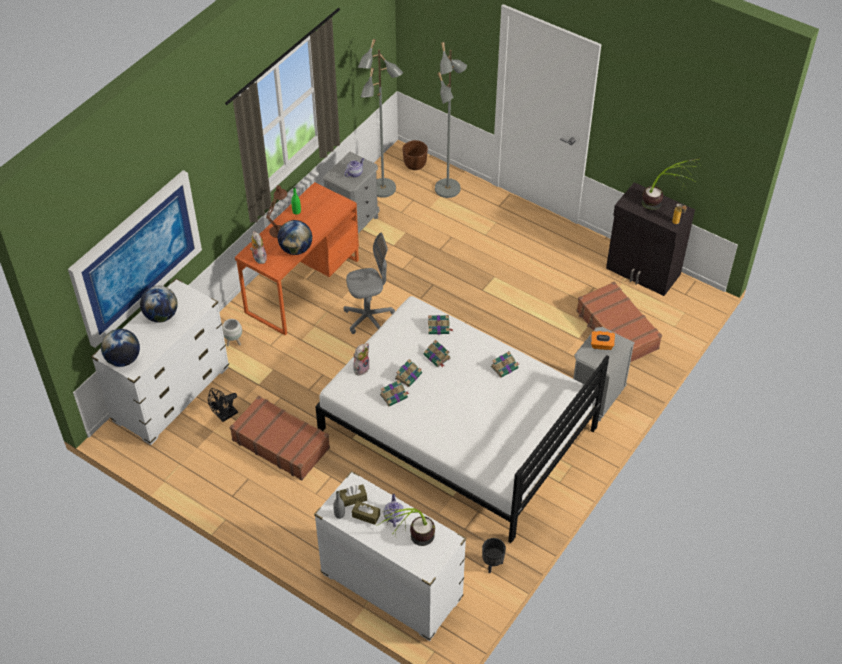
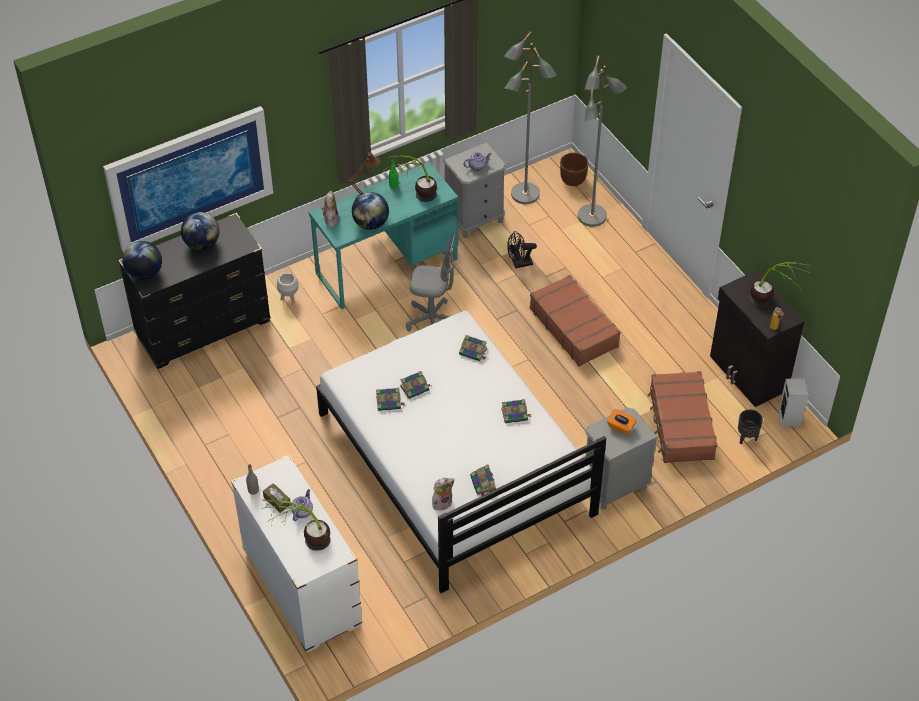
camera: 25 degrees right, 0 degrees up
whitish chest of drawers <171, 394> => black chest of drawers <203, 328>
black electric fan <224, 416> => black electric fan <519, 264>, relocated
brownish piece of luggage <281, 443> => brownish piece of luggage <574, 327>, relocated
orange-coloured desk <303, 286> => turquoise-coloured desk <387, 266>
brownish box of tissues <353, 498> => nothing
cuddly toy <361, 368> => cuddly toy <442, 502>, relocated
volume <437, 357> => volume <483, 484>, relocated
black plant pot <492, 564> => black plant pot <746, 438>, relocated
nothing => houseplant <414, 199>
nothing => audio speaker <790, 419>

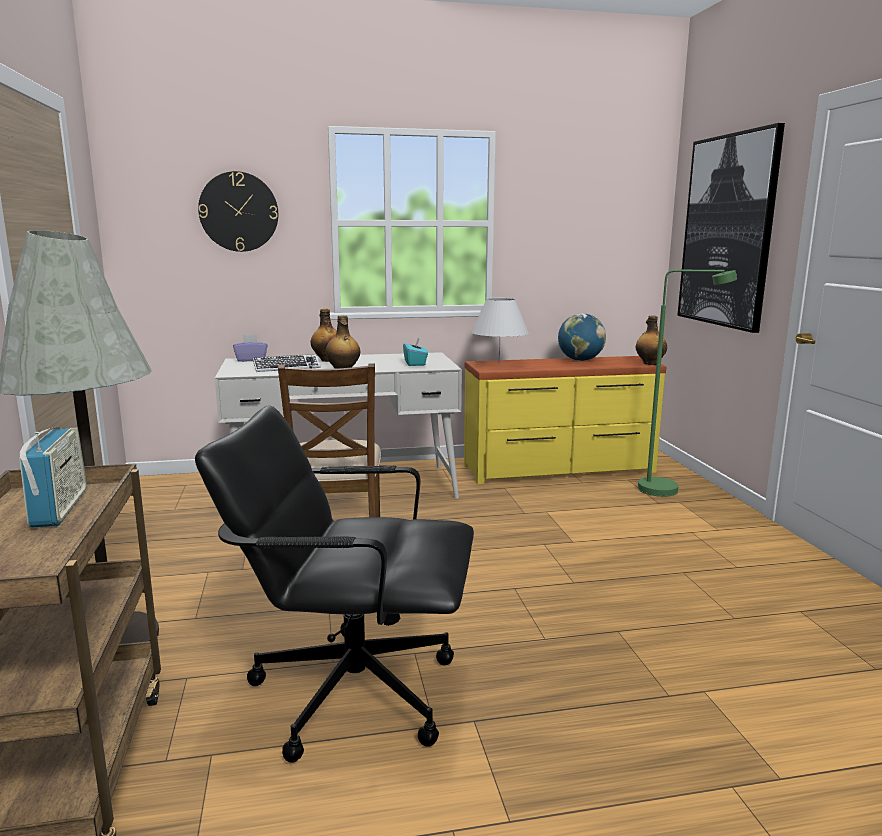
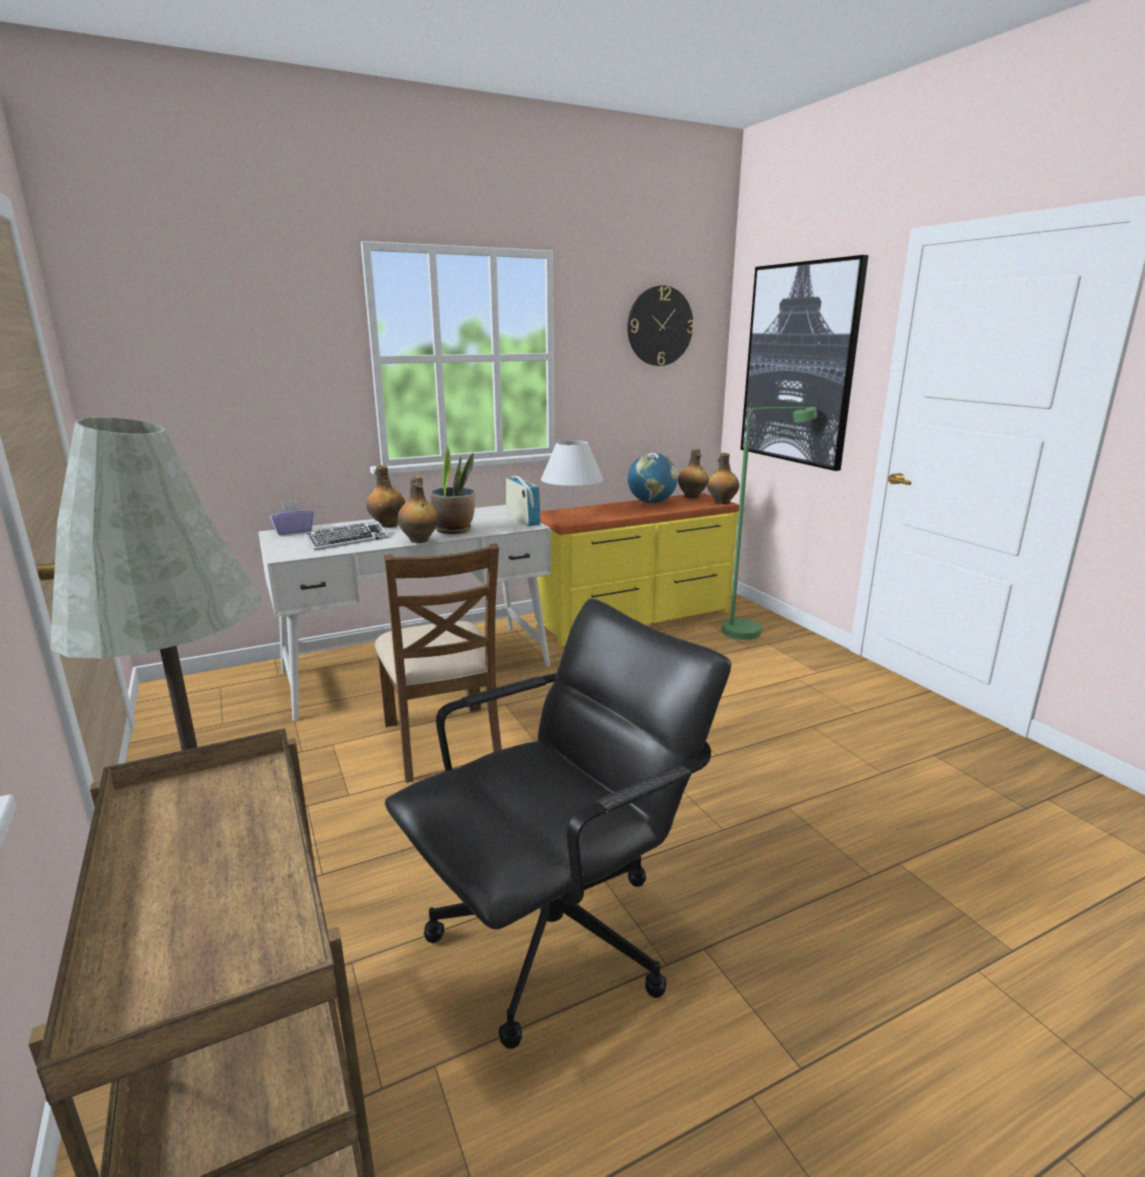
camera: 15 degrees left, 5 degrees up
radio receiver <60, 508> => radio receiver <522, 519>, relocated
black computer chair <352, 690> => black computer chair <557, 937>, 150 degrees clockwise
wall clock <239, 212> => wall clock <660, 326>, relocated
turquoise-coloured box of tissues <415, 363> => nothing
nothing => houseplant <454, 530>
nothing => beverage bottle <692, 496>

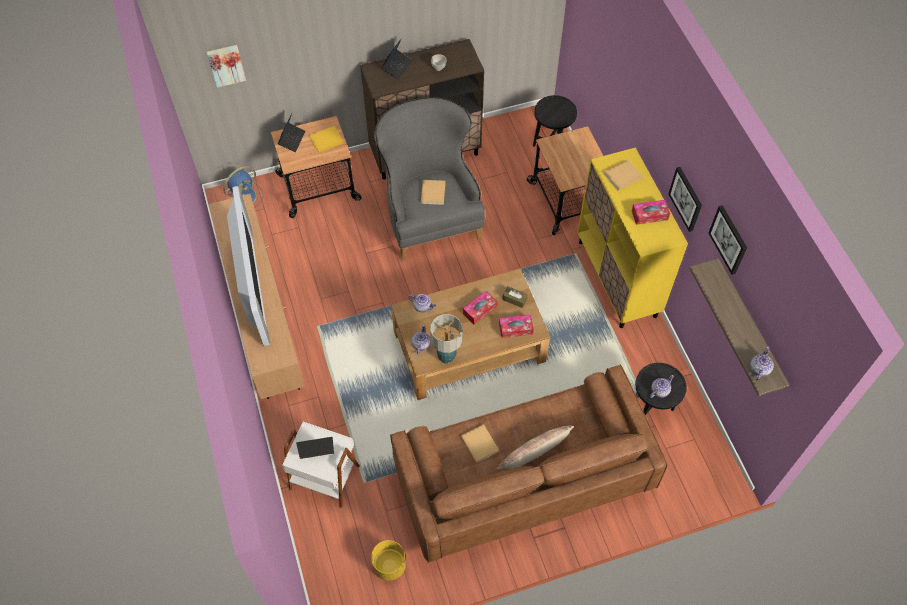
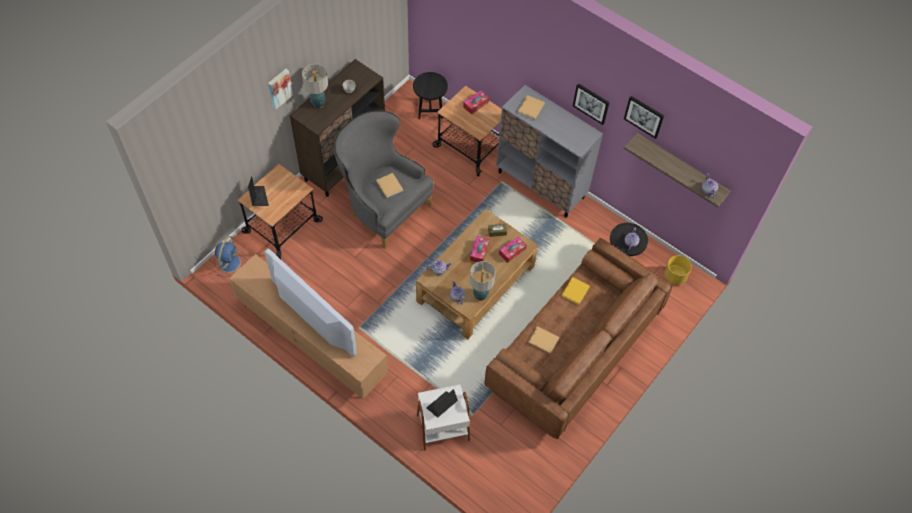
camera: 35 degrees left, 0 degrees up
wall art <226, 64> => wall art <279, 88>, relocated
yellowish volume <325, 140> => yellowish volume <575, 292>, relocated
yellowish plant pot <389, 566> => yellowish plant pot <675, 276>, relocated
portable computer <397, 66> => lamp for a table <318, 103>
pillow <534, 453> => nothing
yellowish cabinet <617, 279> => greyish cabinet <541, 185>
box of tissues <649, 215> => box of tissues <475, 104>, relocated

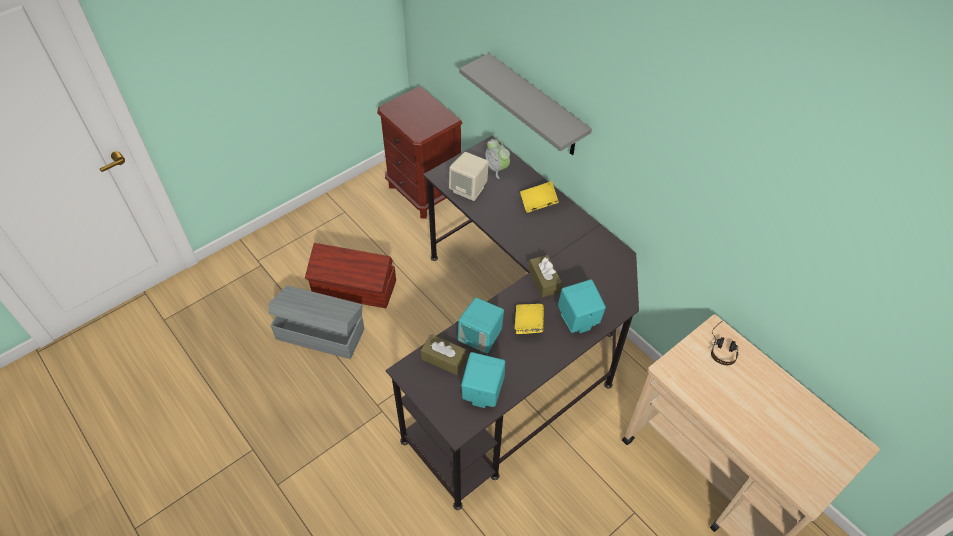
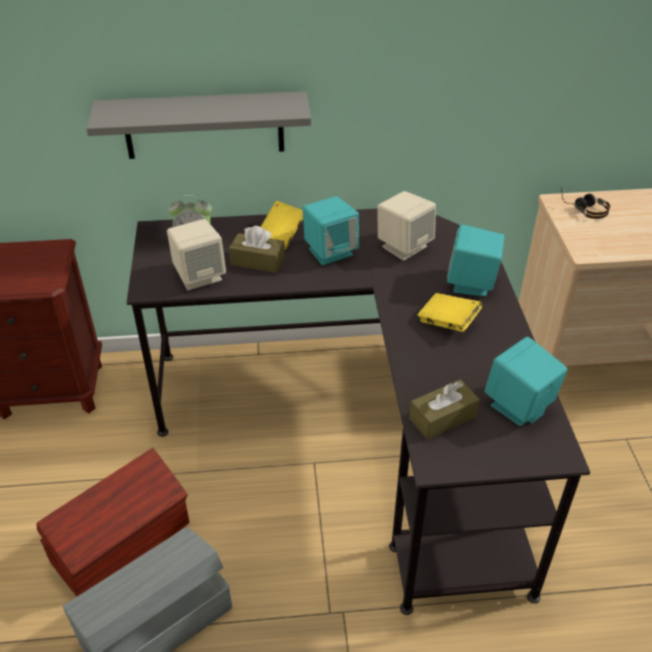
camera: 55 degrees left, 10 degrees down
turquoise-coloured audio speaker <481, 338> => turquoise-coloured audio speaker <330, 251>, relocated
brownish box of tissues <544, 280> => brownish box of tissues <257, 261>, relocated
nothing => beige-coloured audio speaker <404, 246>

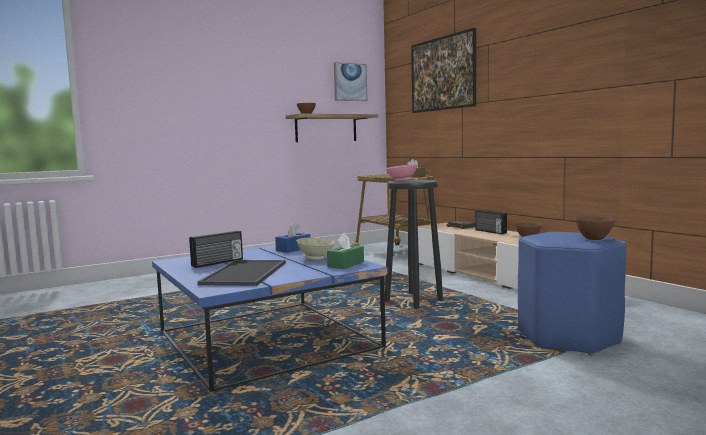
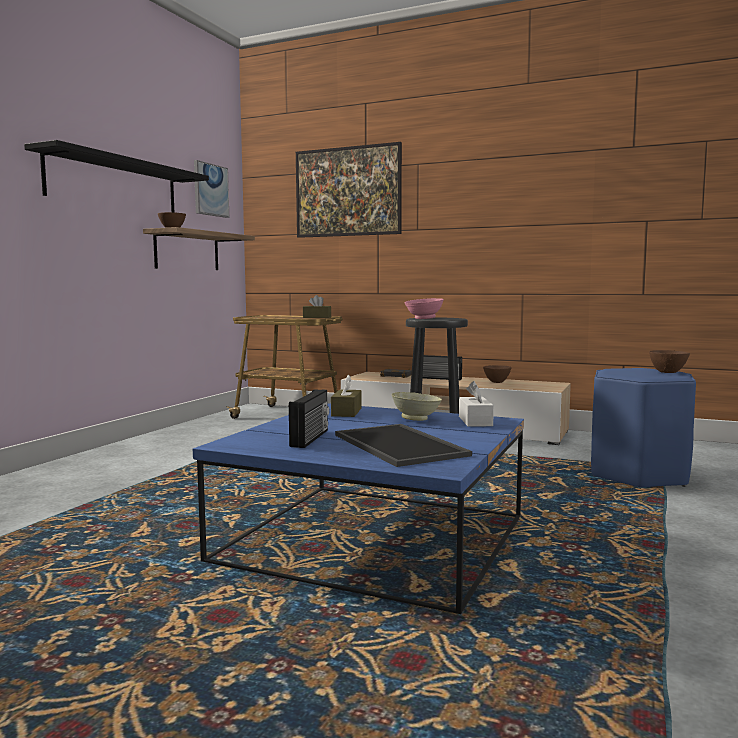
camera: 35 degrees left, 0 degrees up
blue box of tissues <293, 249> => brownish box of tissues <346, 412>
green-coloured box of tissues <346, 264> => whitish box of tissues <475, 421>
nothing => black shelf <114, 184>

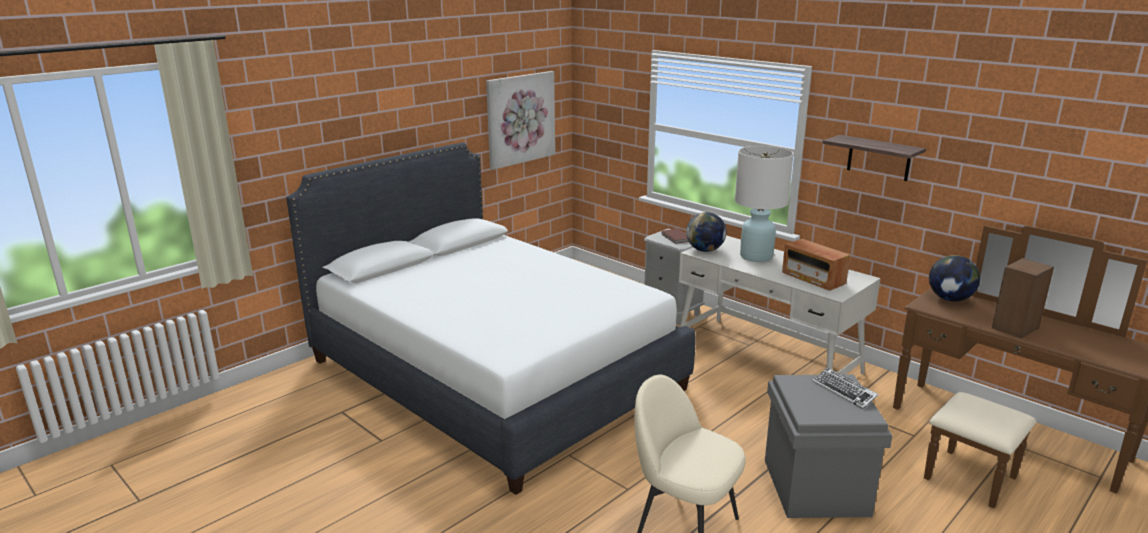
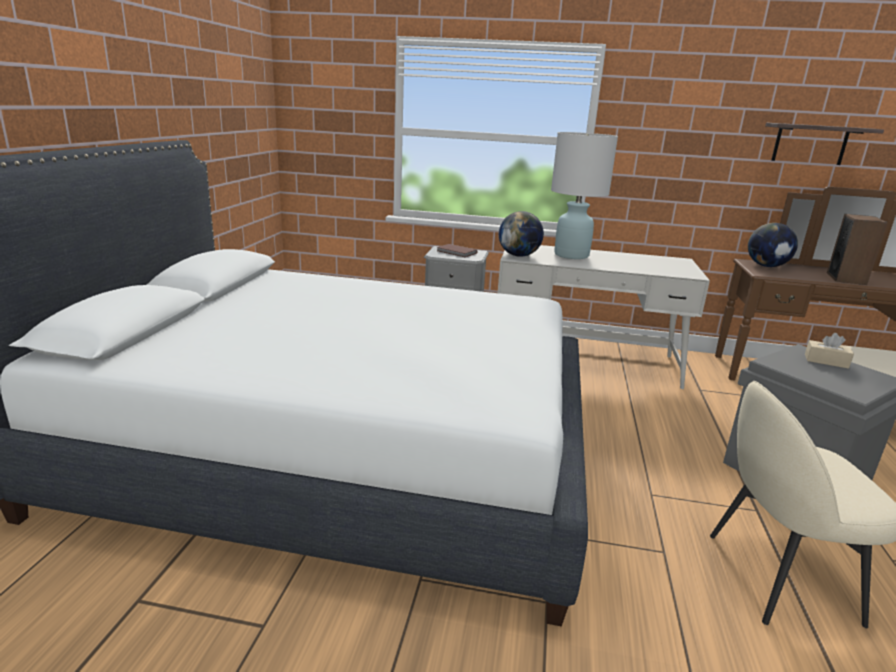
camera: 35 degrees left, 0 degrees up
wall art <520, 119> => nothing
radio receiver <813, 279> => nothing
computer keyboard <844, 391> => beige-coloured box of tissues <826, 361>
shelf <878, 158> => shelf <810, 144>, relocated

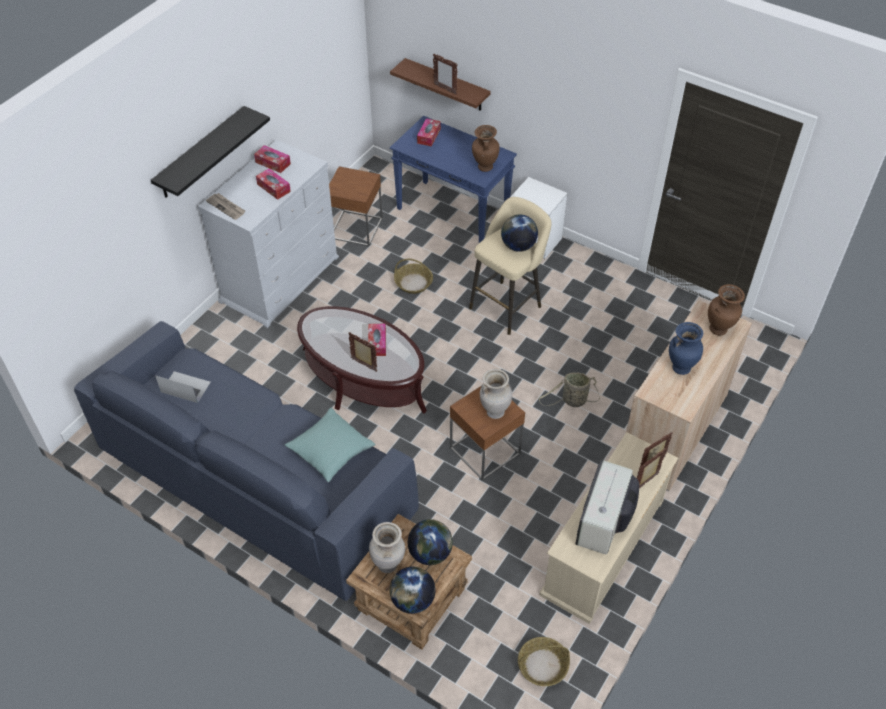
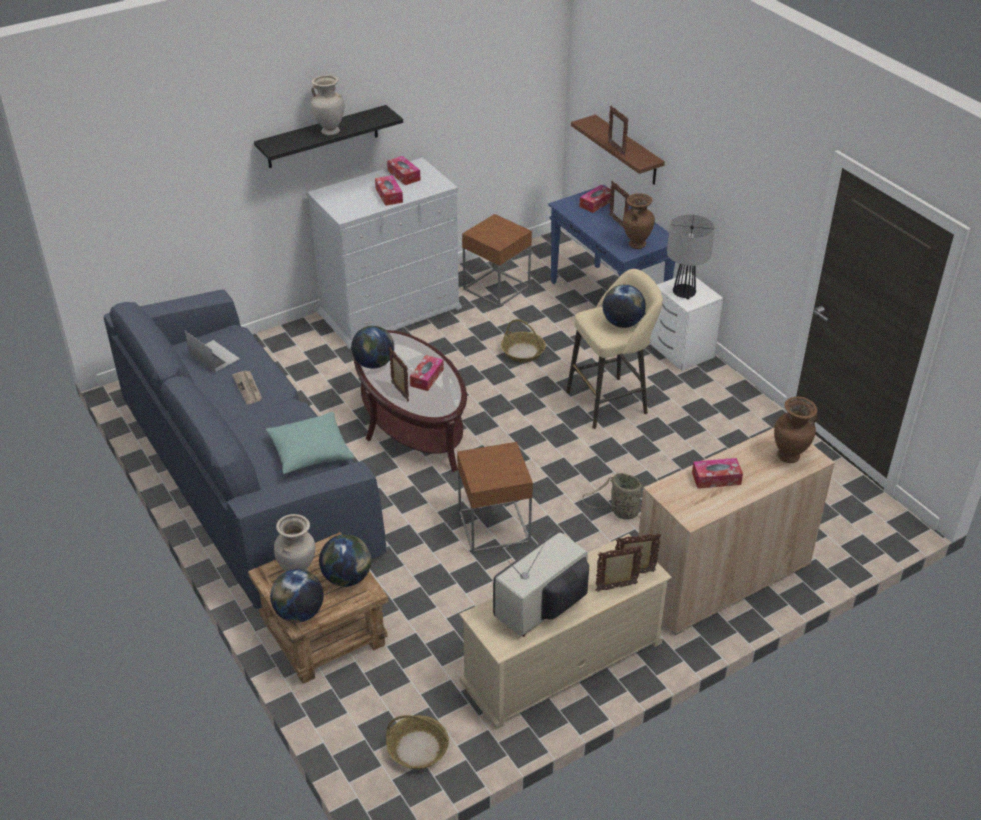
camera: 25 degrees right, 10 degrees down
printed paper <226, 207> => printed paper <248, 388>, relocated
beige-coloured flower vase <494, 412> => beige-coloured flower vase <330, 131>, relocated
blue flower vase <680, 368> => box of tissues <716, 478>
nothing => desk globe <374, 363>
nothing => standing frame <618, 222>
nothing => lamp for a table <684, 294>

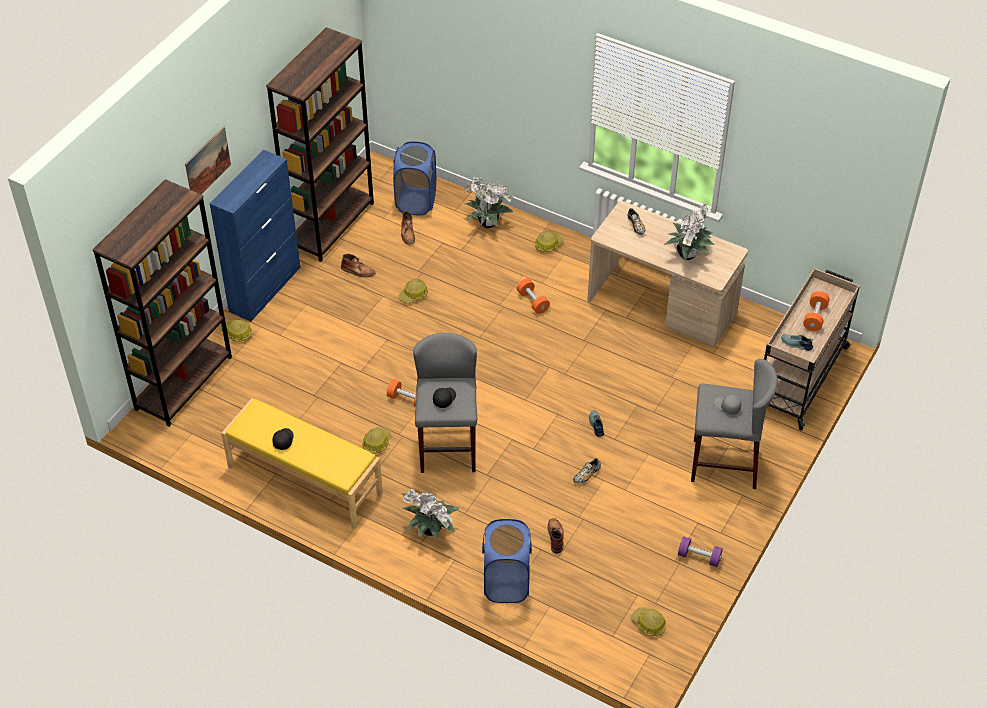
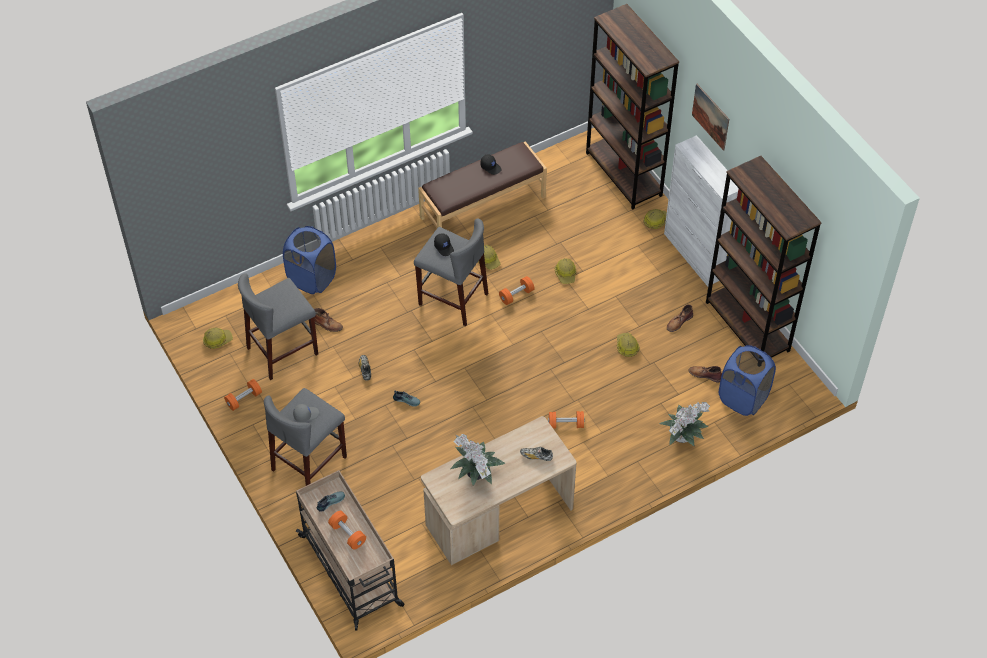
camera: 120 degrees right, 5 degrees up
blue cabinet <265, 289> => whitish cabinet <695, 255>
yellowish indoor bench <304, 480> => brownish indoor bench <482, 207>
houseplant <431, 532> => nothing
work helmet <548, 244> => work helmet <566, 273>, relocated
purple-coloured free weight <699, 557> => orange-coloured free weight <244, 399>
nothing => greyish stool seat <283, 351>

